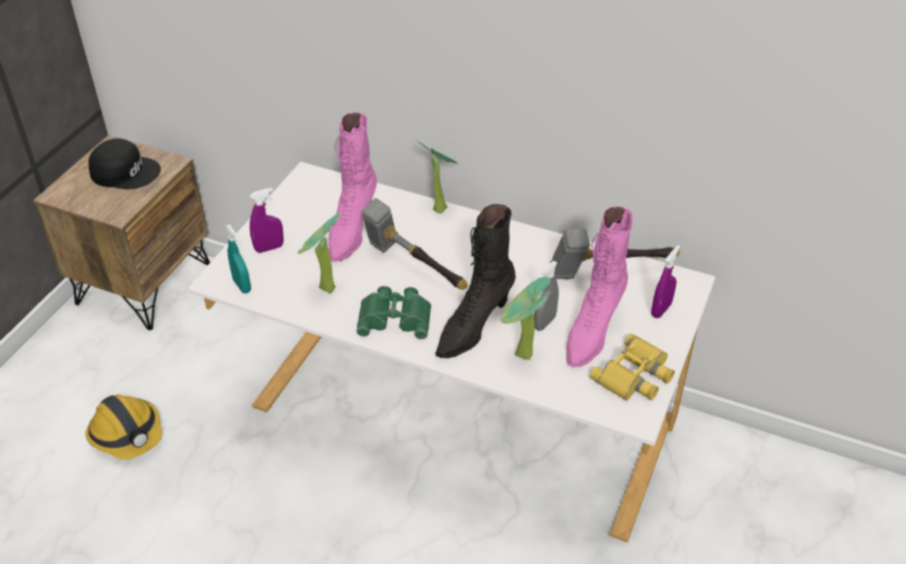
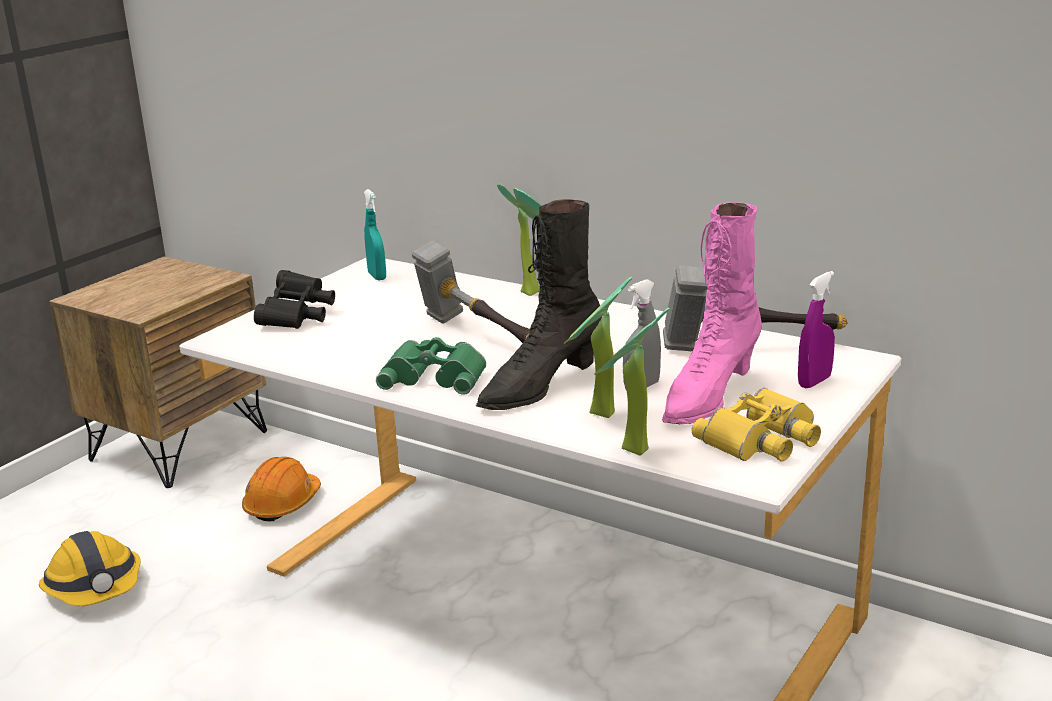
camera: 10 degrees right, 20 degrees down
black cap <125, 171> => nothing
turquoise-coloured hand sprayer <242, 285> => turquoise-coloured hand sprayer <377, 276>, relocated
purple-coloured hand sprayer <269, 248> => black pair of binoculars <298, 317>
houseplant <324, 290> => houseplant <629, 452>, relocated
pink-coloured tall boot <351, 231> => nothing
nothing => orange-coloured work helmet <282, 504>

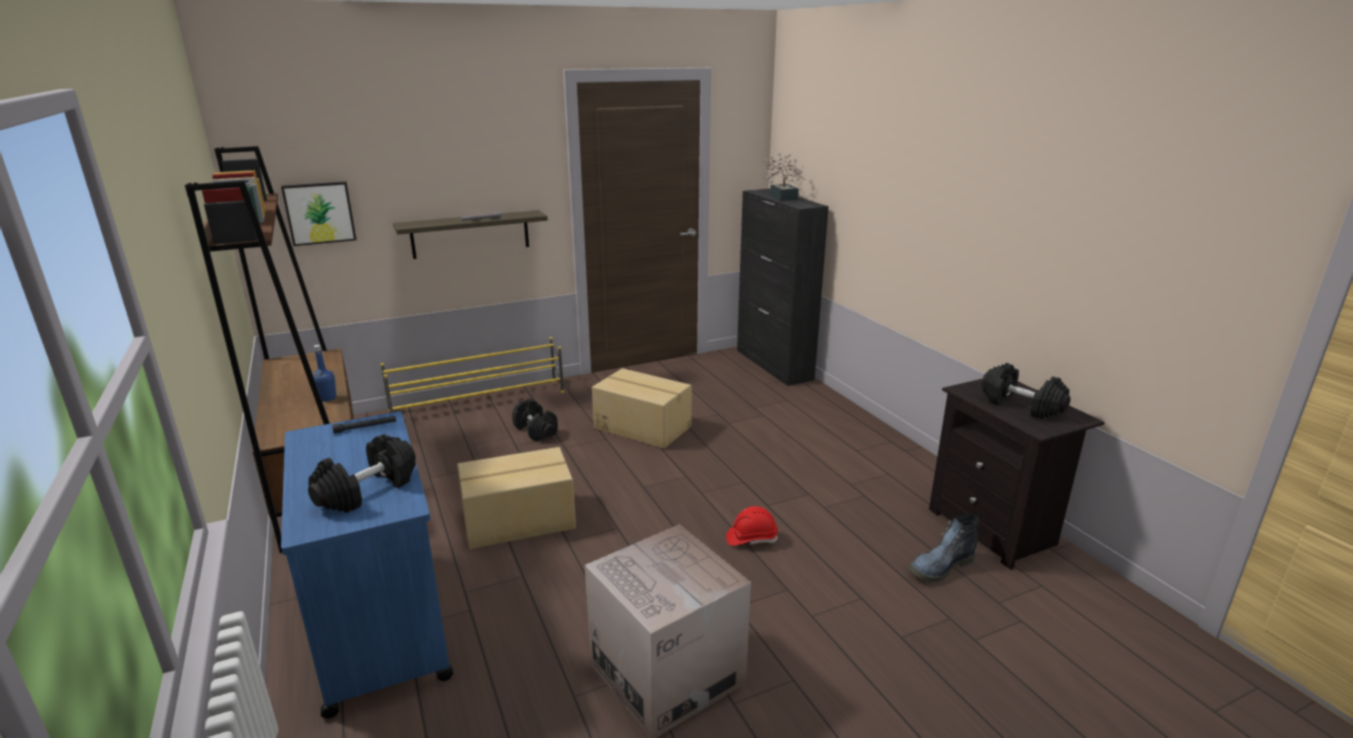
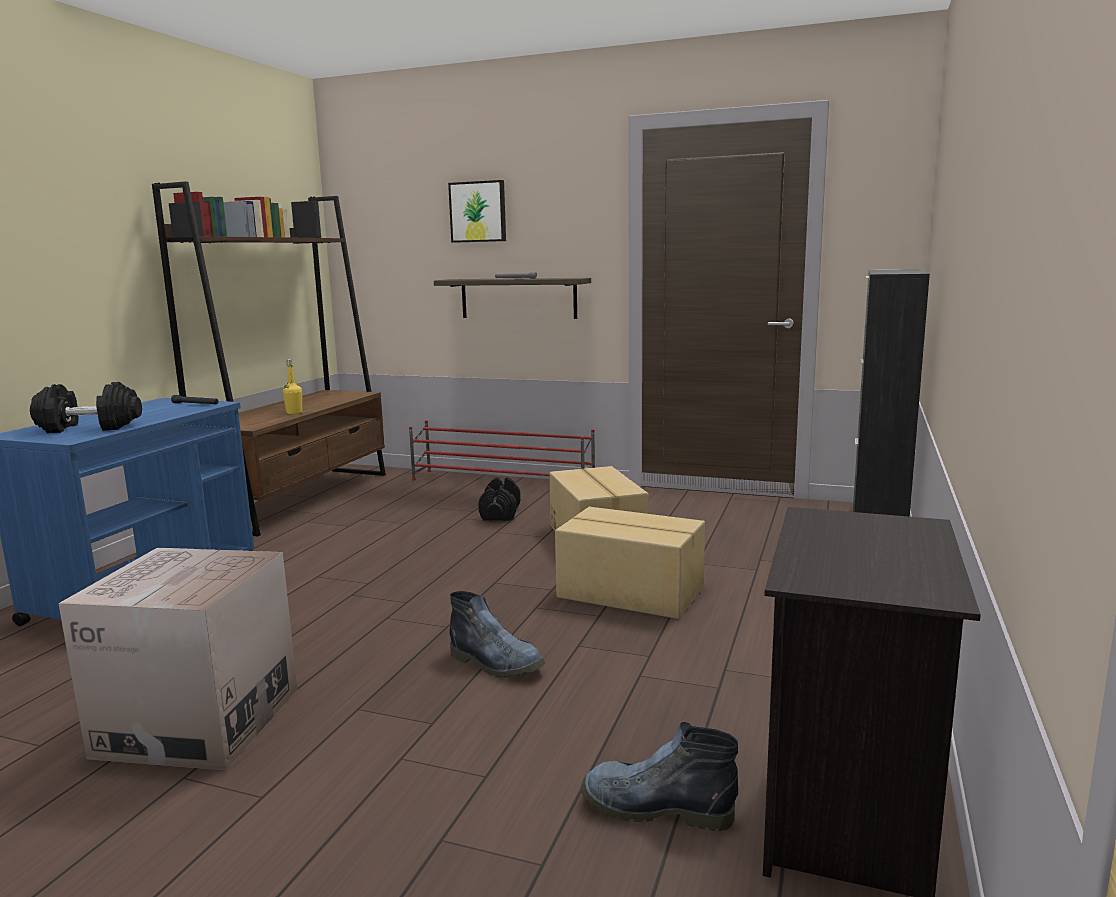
camera: 45 degrees right, 10 degrees down
wall art <319, 213> => wall art <478, 212>, relocated
blue beverage bottle <327, 398> => yellowish beverage bottle <294, 412>
yellowish shoe rack <479, 401> => red shoe rack <502, 482>
packing box <519, 520> => packing box <630, 593>, relocated
red work helmet <751, 538> => tall boot <497, 664>
houseplant <782, 196> => nothing
black free weight <1021, 405> => nothing

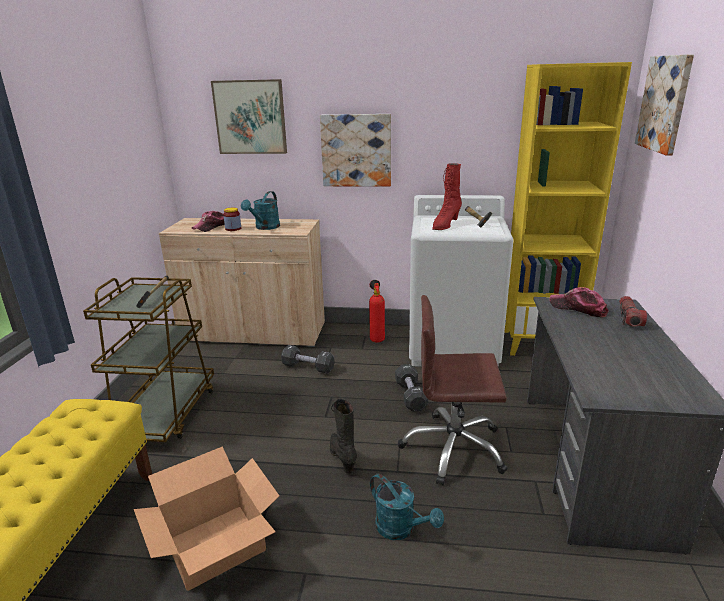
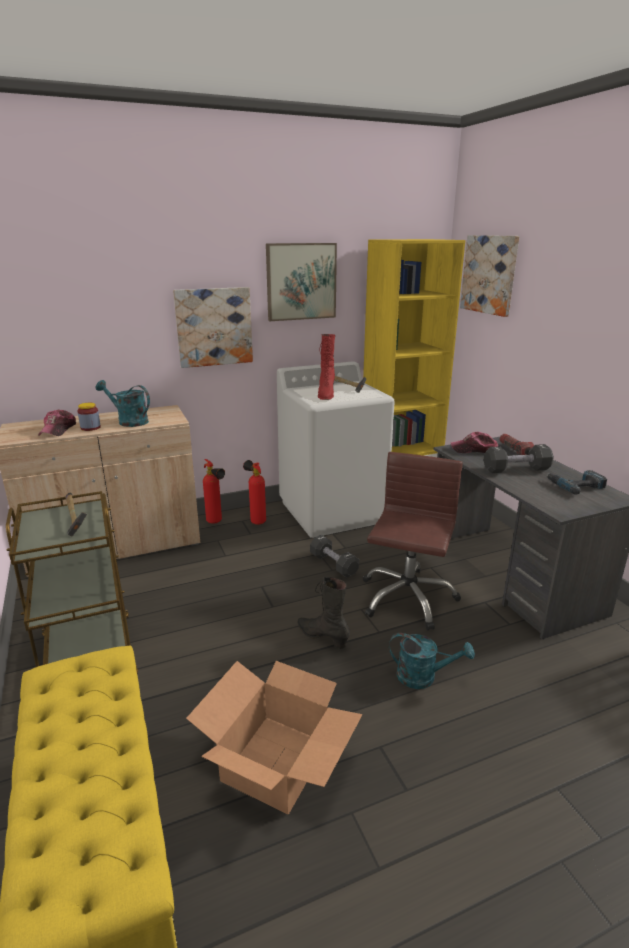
camera: 30 degrees left, 0 degrees up
wall art <250, 117> => wall art <301, 281>, relocated
turquoise-coloured watering can <265, 227> => turquoise-coloured watering can <128, 421>, 120 degrees clockwise
black free weight <308, 367> => black free weight <516, 469>, relocated
brownish computer chair <453, 449> => brownish computer chair <407, 598>, 135 degrees clockwise
nothing => extinguisher <216, 522>
nothing => drill <575, 485>

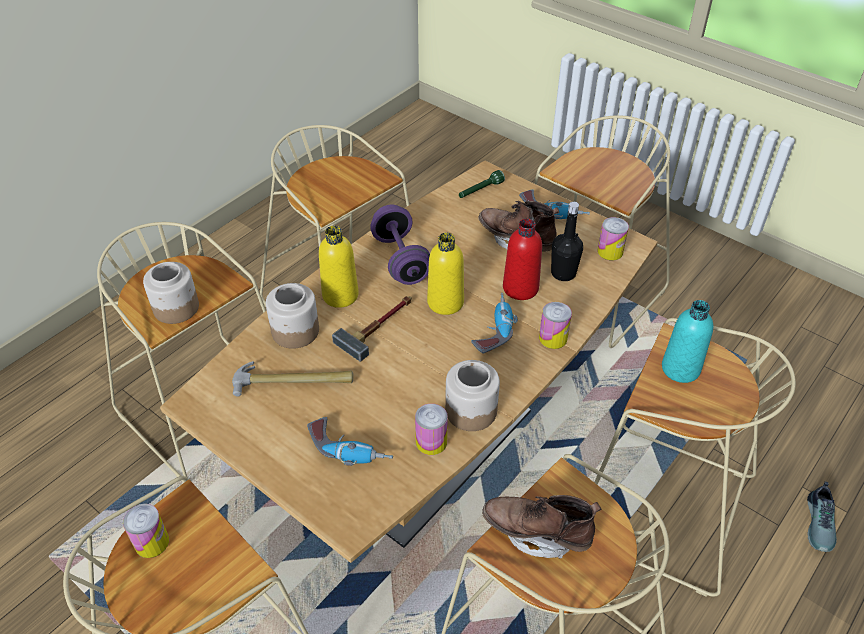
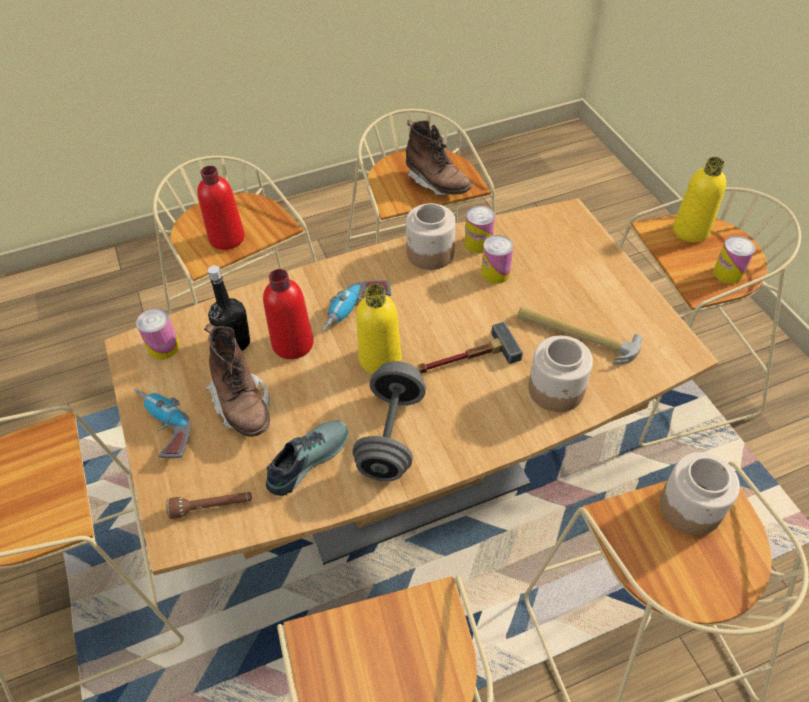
camera: 150 degrees left, 5 degrees up
drill <350, 449> => nothing
yellowish beverage bottle <340, 295> => yellowish beverage bottle <691, 230>, relocated
purple-coloured free weight <401, 260> => greyish free weight <391, 435>
green-coloured hand torch <480, 191> => brownish hand torch <212, 507>
can <553, 338> => can <495, 273>, relocated
turquoise-coloured beverage bottle <680, 369> => red beverage bottle <227, 238>
item of footwear <821, 524> => item of footwear <306, 459>, relocated

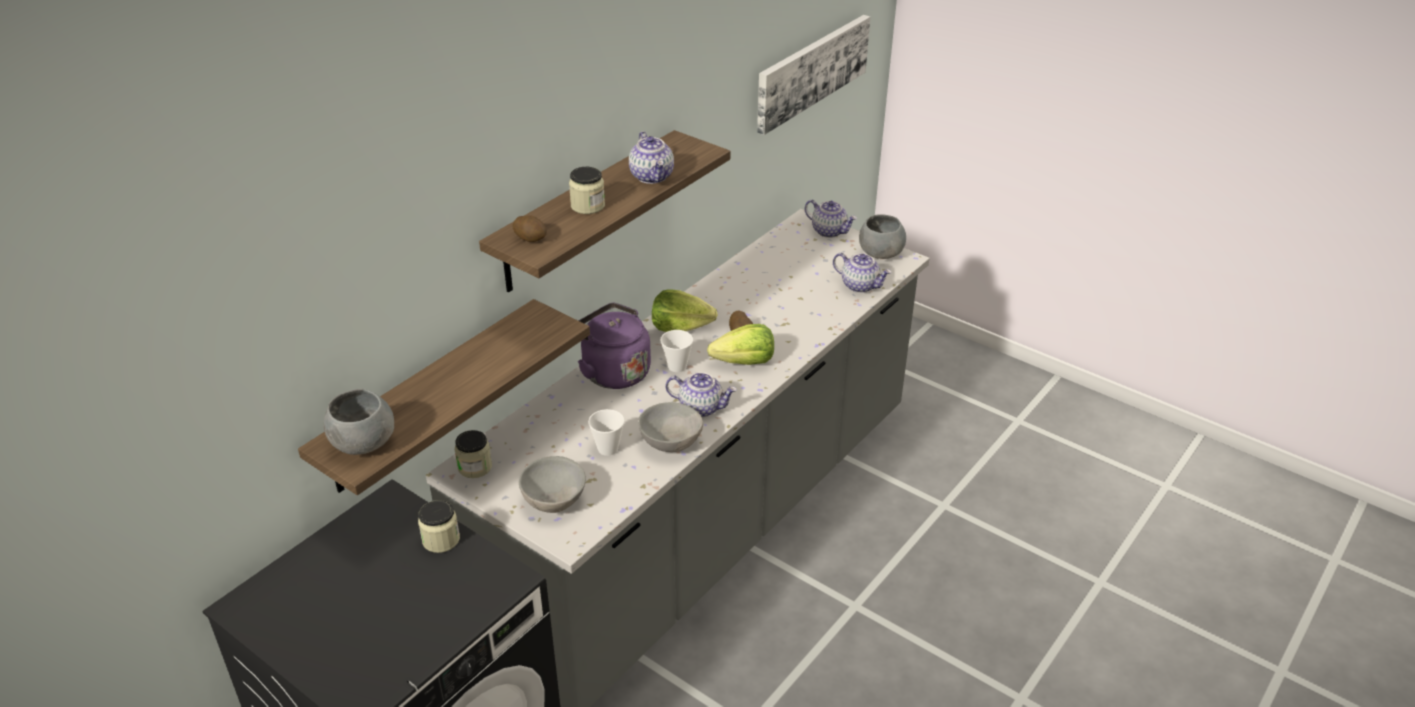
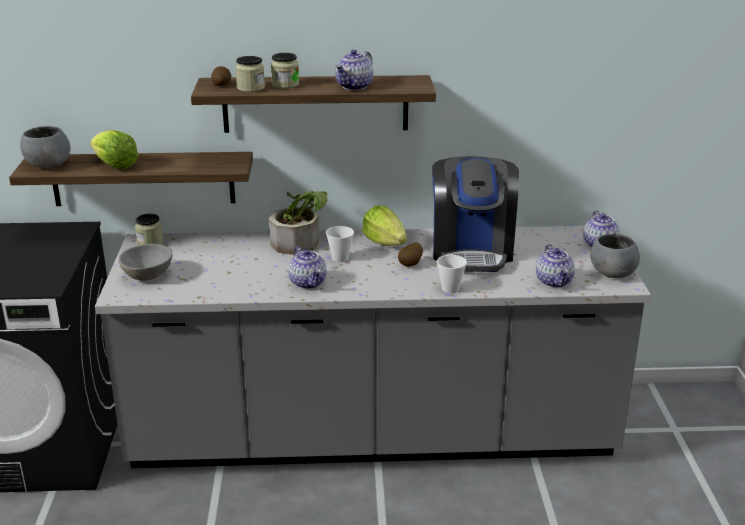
camera: 50 degrees right, 10 degrees down
preserve jar <441, 540> => preserve jar <251, 88>, relocated
purple-coloured tea kettle <612, 372> => houseplant <301, 242>
cup <608, 448> => cup <450, 289>, relocated
greyish serving bowl <670, 442> => nothing
lettuce <744, 362> => lettuce <114, 165>, relocated
wall art <811, 71> => nothing
nothing => coffee maker <472, 251>

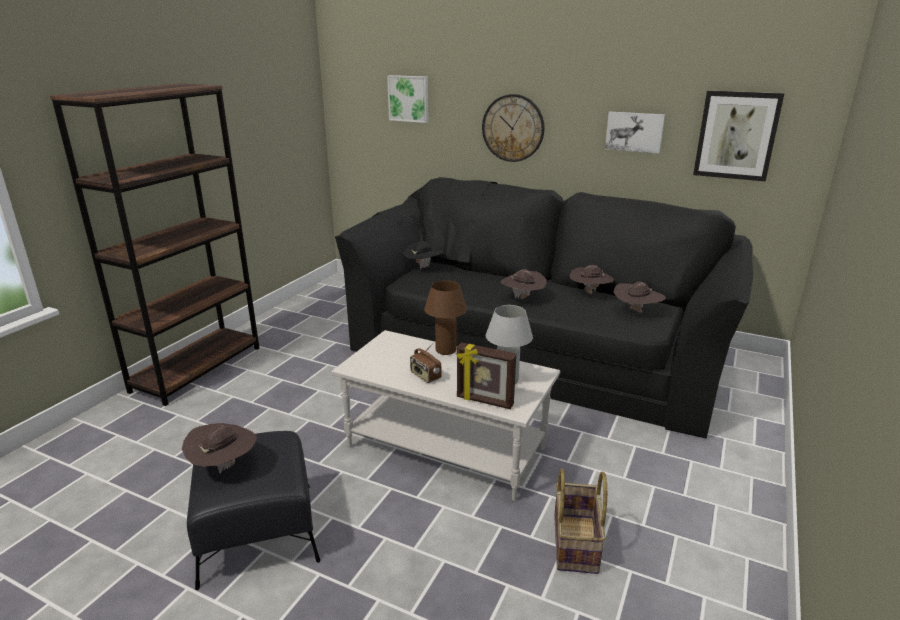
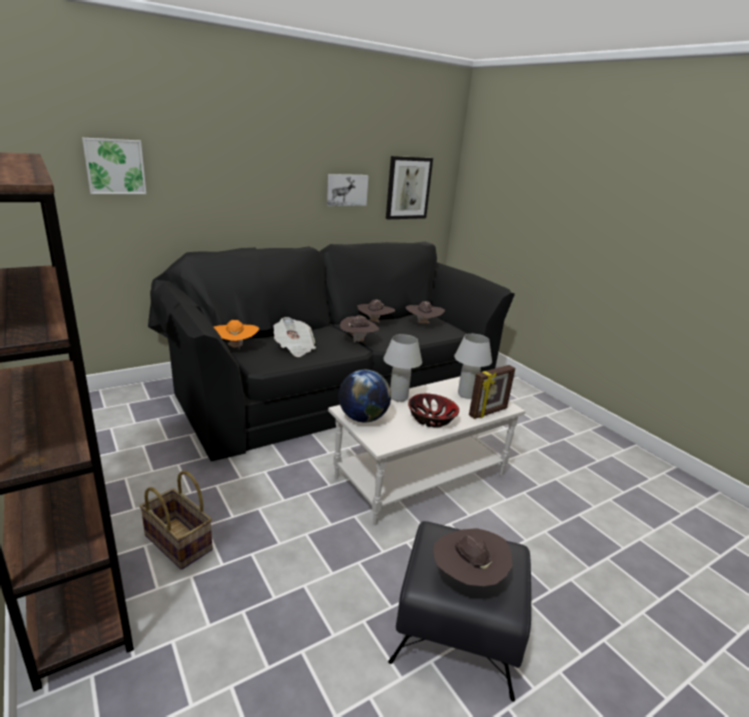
camera: 60 degrees left, 0 degrees up
black wearable hat <422, 267> => orange-coloured wearable hat <235, 347>
radio receiver <425, 376> => serving bowl <431, 419>
brownish lamp for a table <445, 350> => whitish lamp for a table <398, 397>
wall clock <513, 128> => nothing
household basket <576, 544> => household basket <179, 542>, relocated
nothing => printed paper <294, 348>
nothing => desk globe <362, 418>

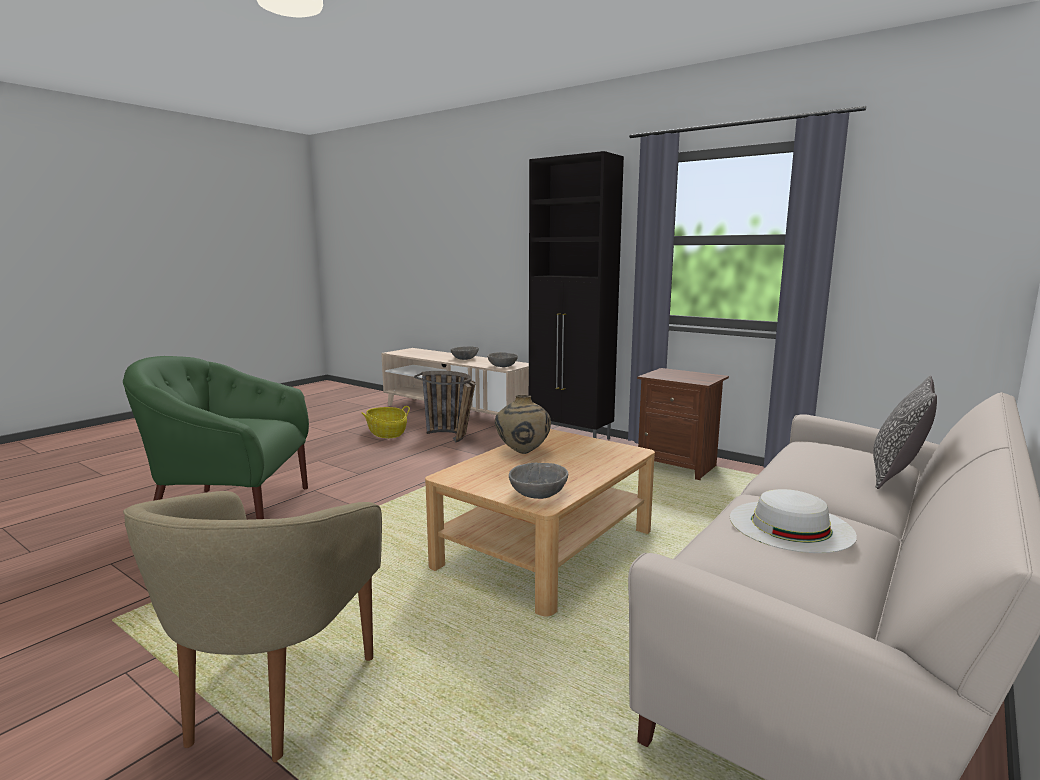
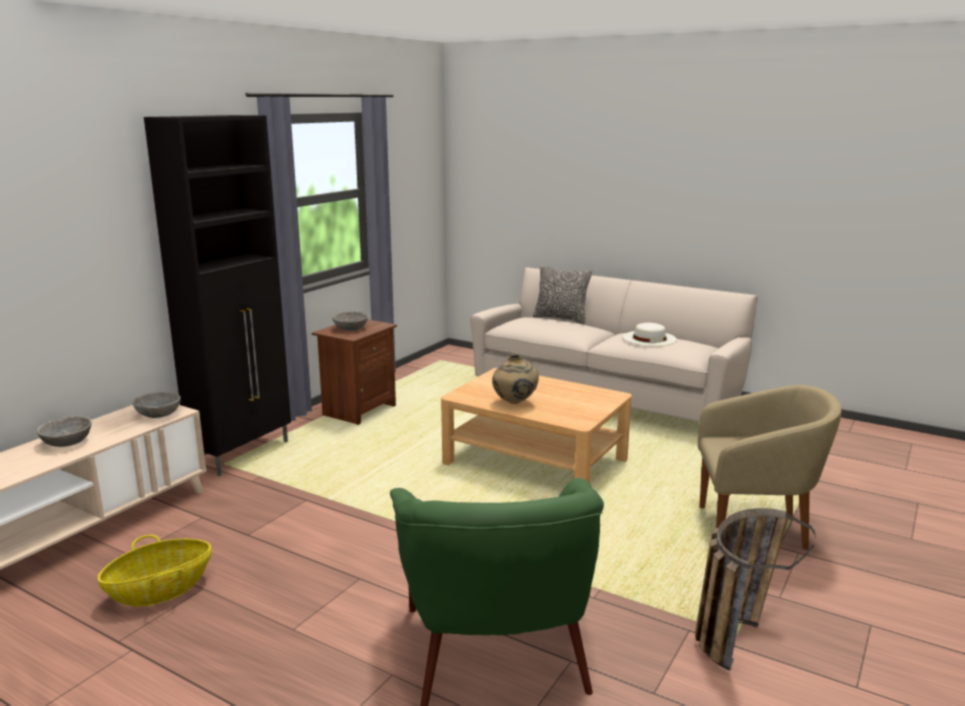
camera: 95 degrees left, 5 degrees up
household basket <453, 438> => household basket <736, 633>, relocated
greyish serving bowl <538, 493> => greyish serving bowl <351, 328>, relocated

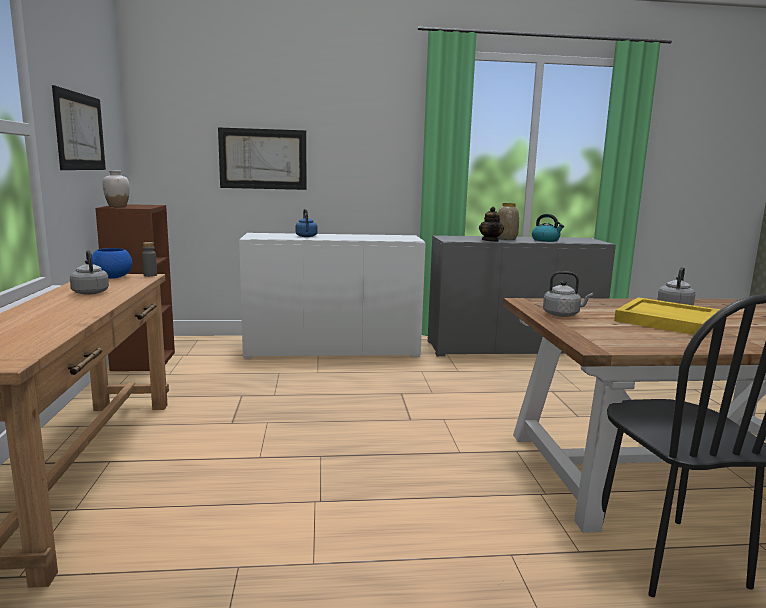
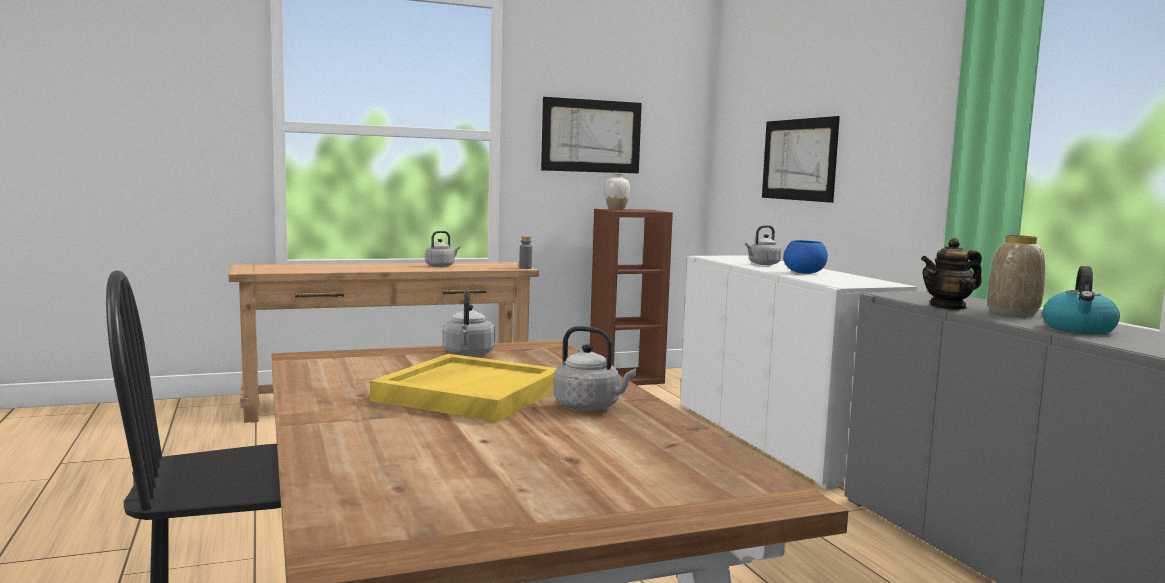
camera: 75 degrees right, 5 degrees down
blue serving bowl <113, 277> => blue serving bowl <804, 273>, relocated
blue tea kettle <306, 236> => greyish tea kettle <762, 264>

